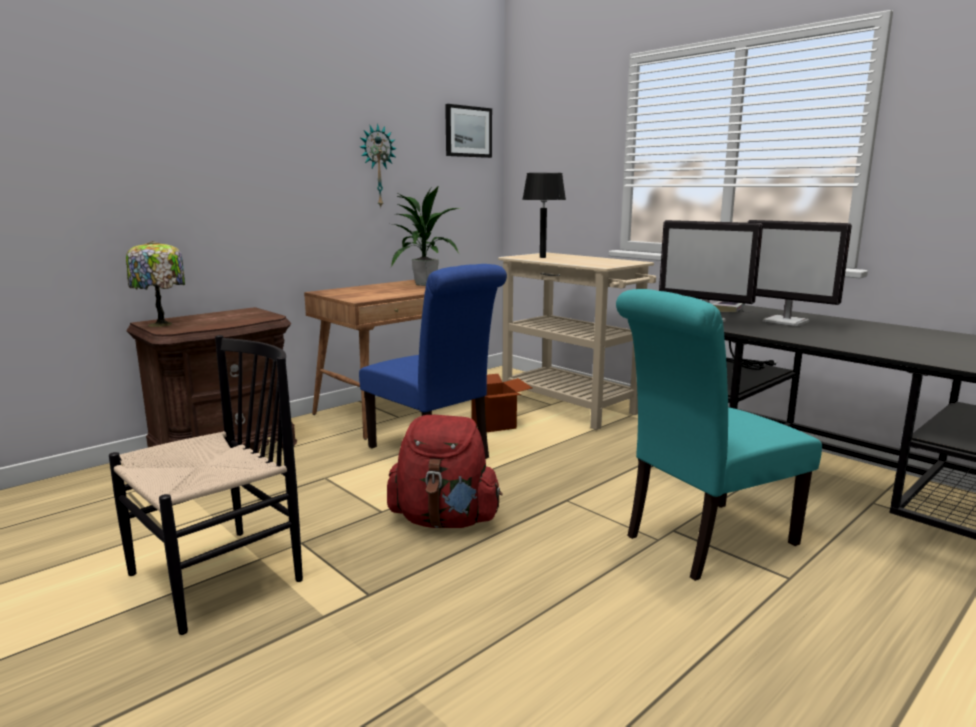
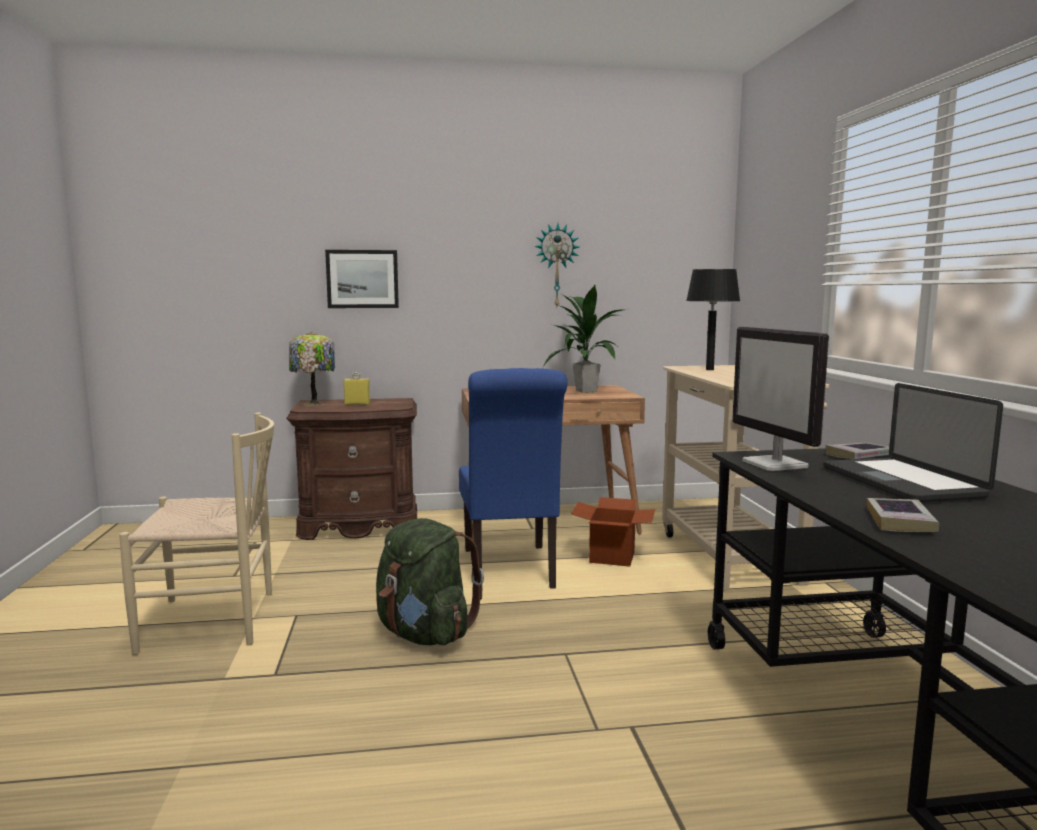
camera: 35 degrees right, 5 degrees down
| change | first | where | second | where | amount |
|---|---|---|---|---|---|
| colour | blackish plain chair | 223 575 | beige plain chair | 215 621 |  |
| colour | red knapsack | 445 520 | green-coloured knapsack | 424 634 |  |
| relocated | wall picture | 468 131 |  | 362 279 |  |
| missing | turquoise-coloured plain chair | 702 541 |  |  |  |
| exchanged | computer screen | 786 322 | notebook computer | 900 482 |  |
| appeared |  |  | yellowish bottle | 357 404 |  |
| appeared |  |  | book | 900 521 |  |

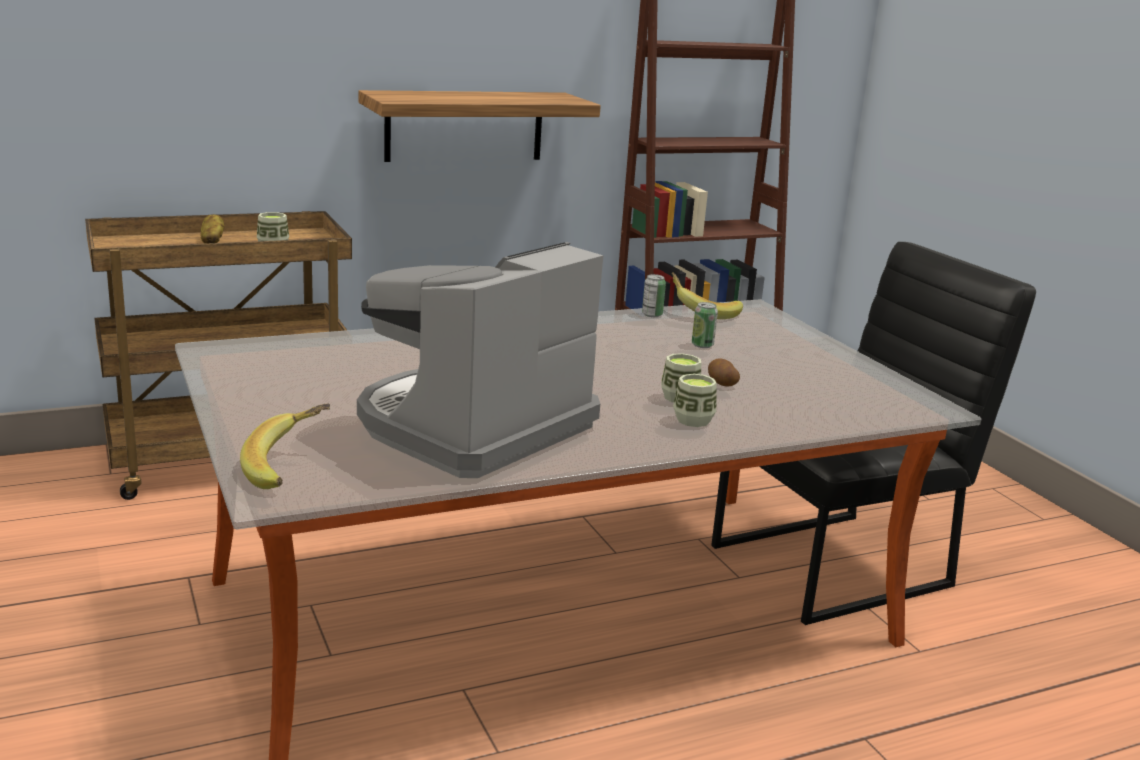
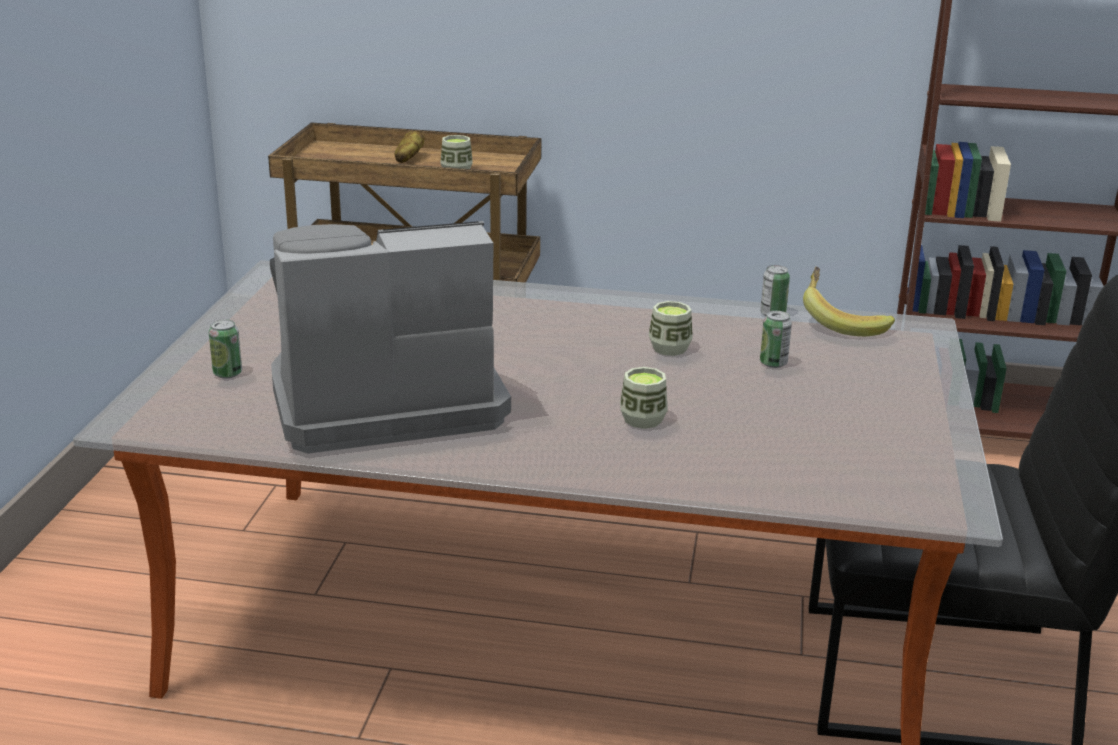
camera: 35 degrees right, 5 degrees up
| change | first | where | second | where | amount |
|---|---|---|---|---|---|
| missing | banana | 290 468 |  |  |  |
| missing | shelf | 464 126 |  |  |  |
| relocated | drinking cup | 693 420 |  | 669 348 |  |
| missing | spud | 721 383 |  |  |  |
| appeared |  |  | can | 227 373 |  |

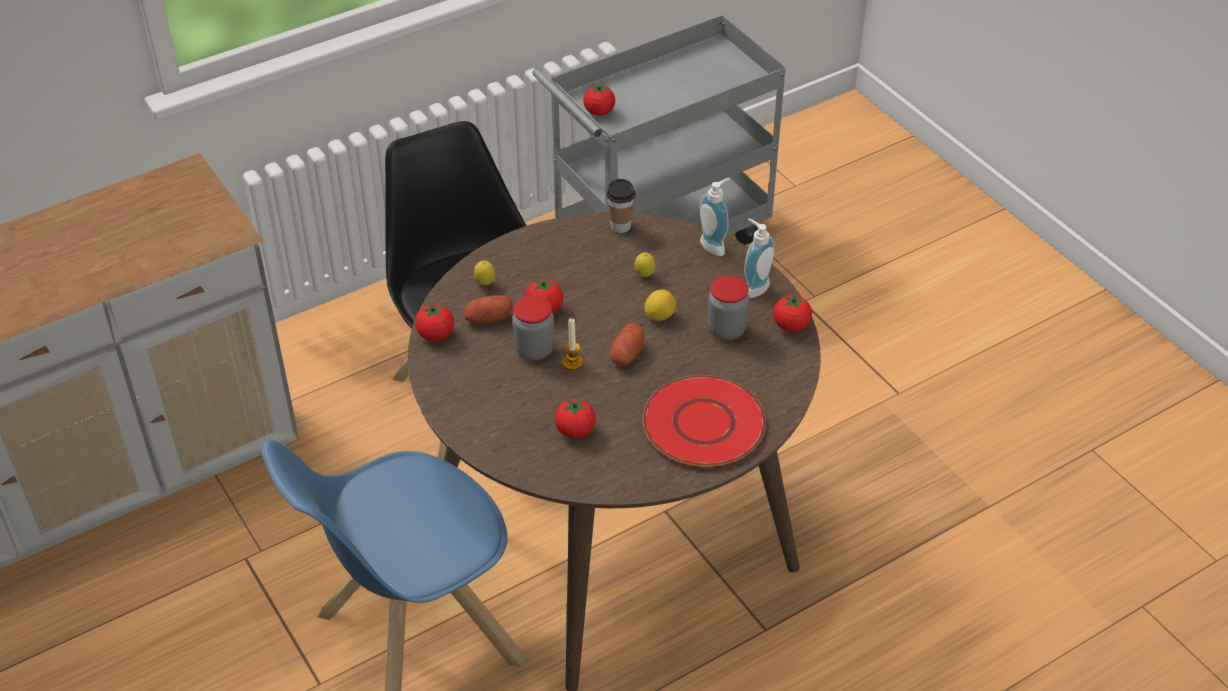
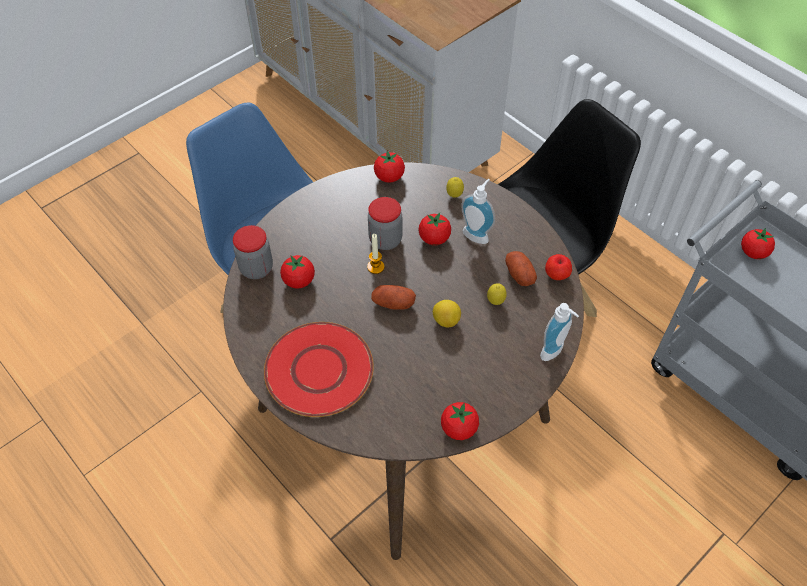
camera: 80 degrees right, 10 degrees up
| change | first | where | second | where | amount |
|---|---|---|---|---|---|
| relocated | spud | 488 318 |  | 519 274 |  |
| exchanged | drinking cup | 620 226 | apple fruit | 556 275 |  |
| relocated | storage jar | 726 329 |  | 256 268 |  |
| relocated | liquid soap bottle | 753 287 |  | 477 234 |  |

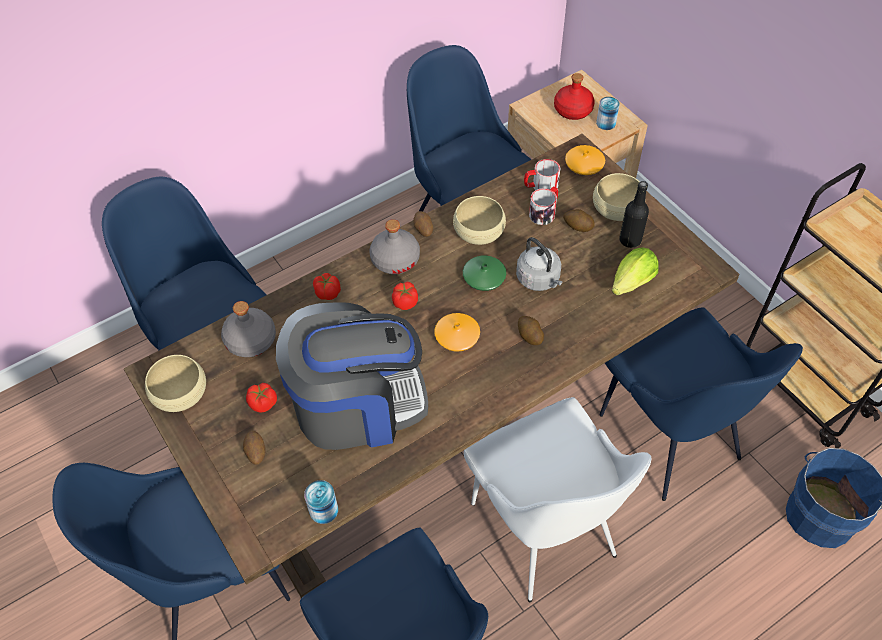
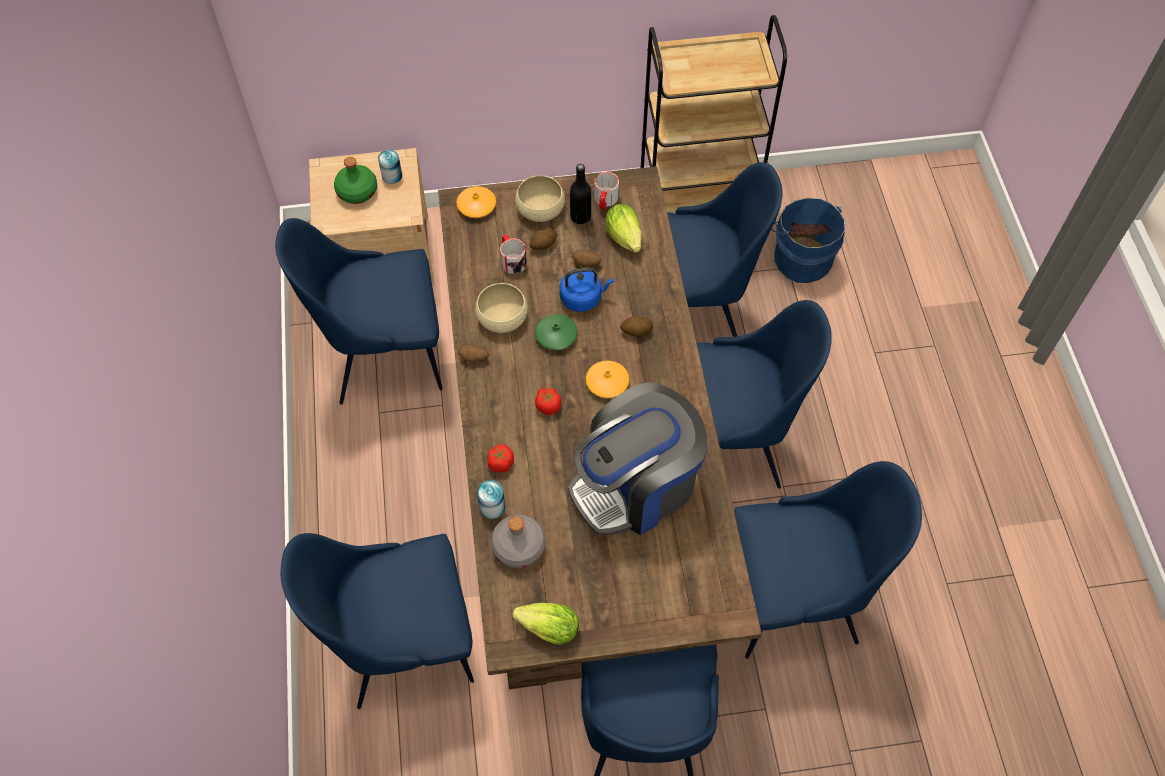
camera: 65 degrees left, 5 degrees up
| change | first | where | second | where | amount |
|---|---|---|---|---|---|
| exchanged | beige serving bowl | 179 393 | head of lettuce | 545 627 |  |
| relocated | spud | 256 453 |  | 586 263 |  |
| missing | whole tomato | 263 403 |  |  |  |
| spun | coffee brewer | 357 404 |  | 636 486 | 135 degrees counterclockwise |
| relocated | can | 323 510 |  | 492 507 |  |
| missing | grey bottle | 395 259 |  |  |  |
| colour | whitish plain chair | 544 530 | bluish plain chair | 724 447 |  |
| colour | grey kettle | 539 280 | bluish kettle | 583 298 |  |
| relocated | tea mug | 540 186 |  | 605 200 |  |
| colour | red bottle | 573 110 | green-coloured bottle | 357 191 |  |

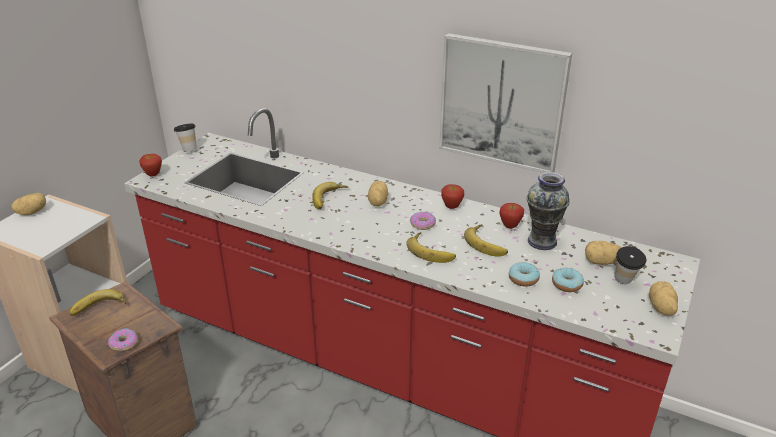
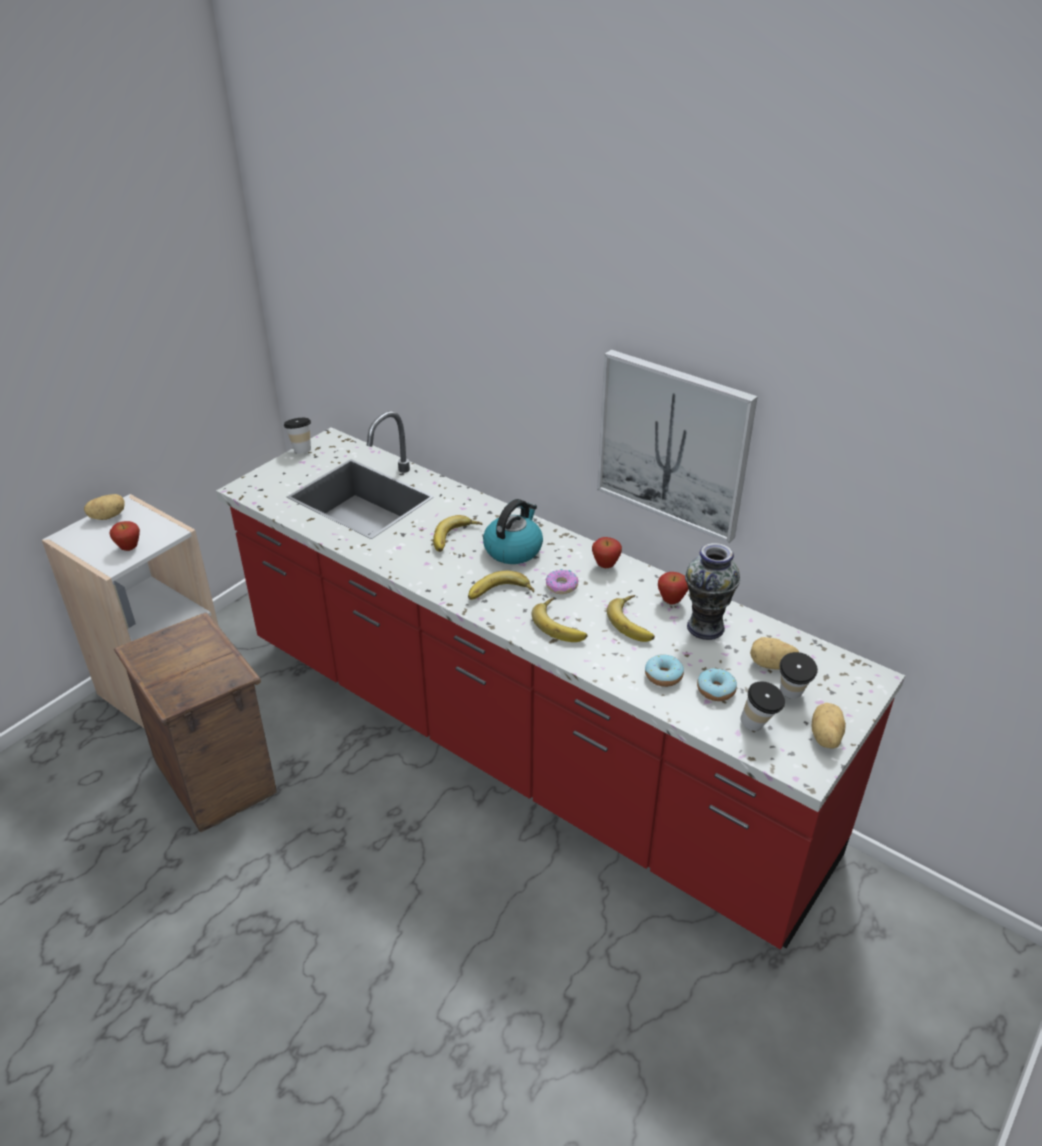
camera: 10 degrees right, 5 degrees up
| change | first | where | second | where | amount |
|---|---|---|---|---|---|
| relocated | banana | 99 308 |  | 500 594 |  |
| missing | ring doughnut | 124 343 |  |  |  |
| relocated | apple fruit | 153 175 |  | 129 548 |  |
| exchanged | spud | 377 202 | kettle | 513 549 |  |
| appeared |  |  | drinking cup | 758 726 |  |

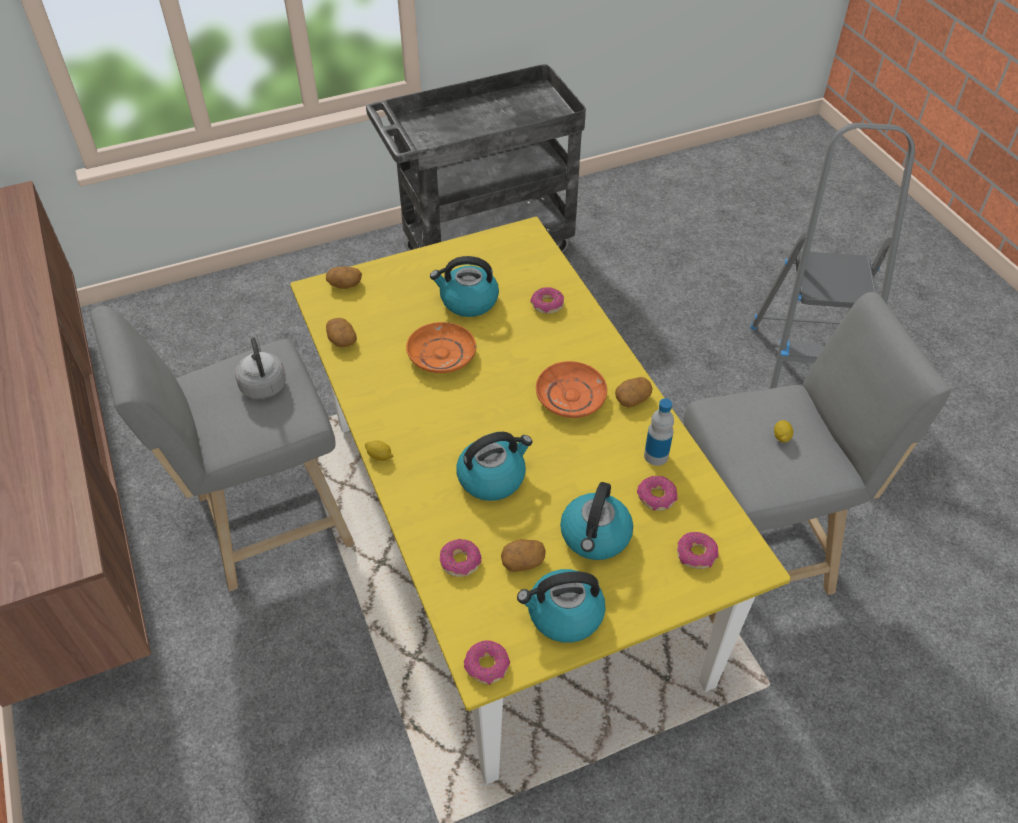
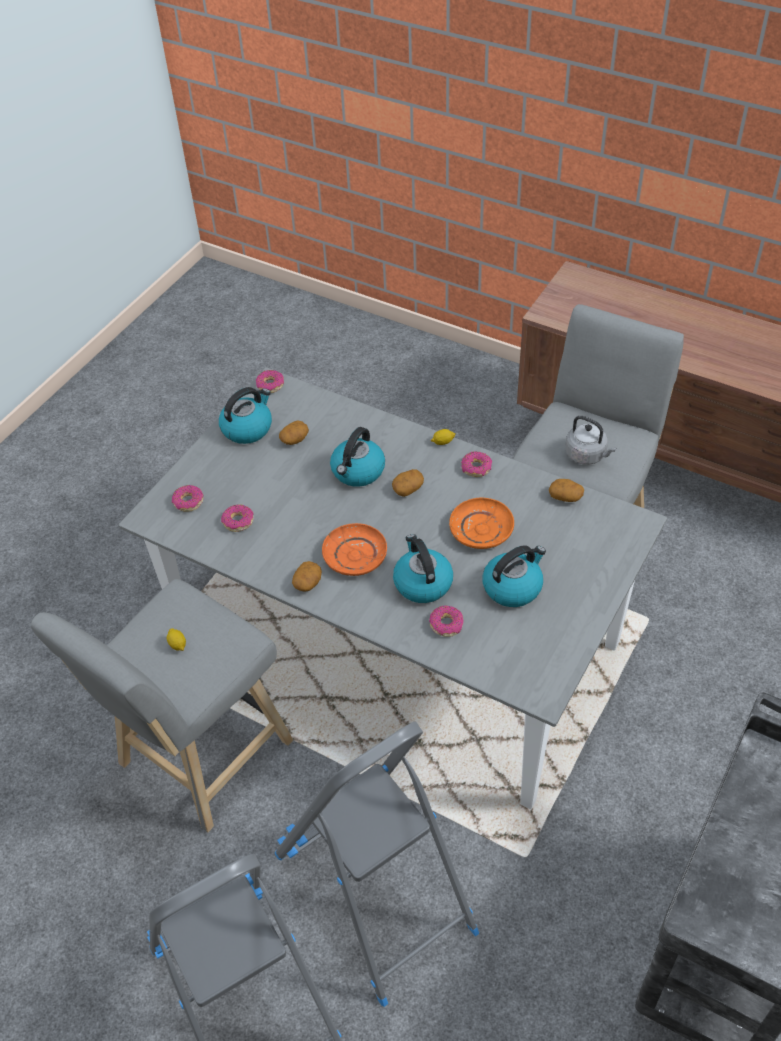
camera: 145 degrees right, 0 degrees up
| change | first | where | second | where | amount |
|---|---|---|---|---|---|
| colour | yellowish dinner table | 507 543 | grey dinner table | 398 640 |  |
| relocated | spud | 344 284 |  | 408 488 |  |
| relocated | ring doughnut | 460 561 |  | 476 468 |  |
| relocated | kettle | 595 536 |  | 422 583 |  |
| missing | bottle | 656 456 |  |  |  |
| appeared |  |  | grey step ladder | 372 889 |  |

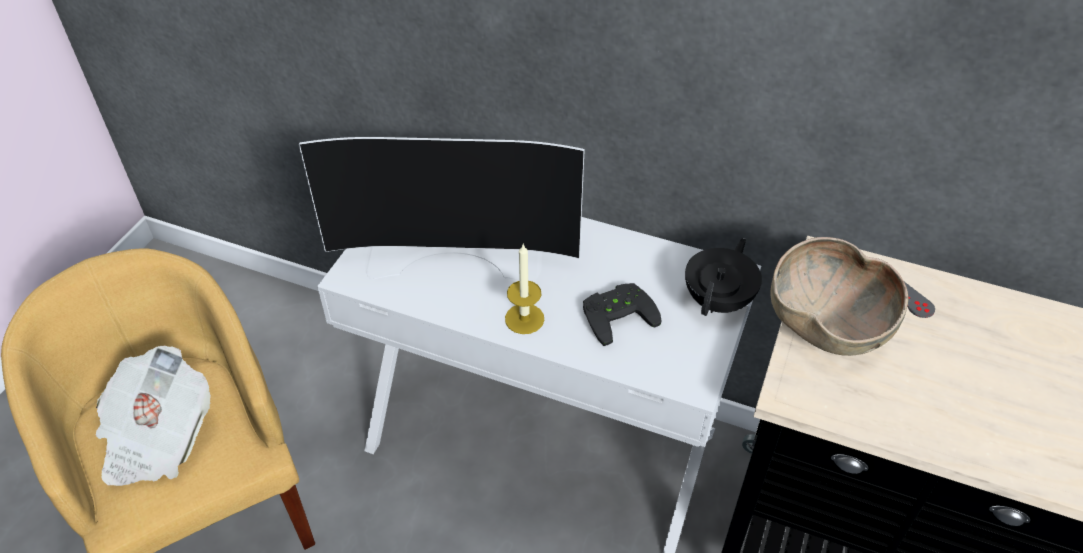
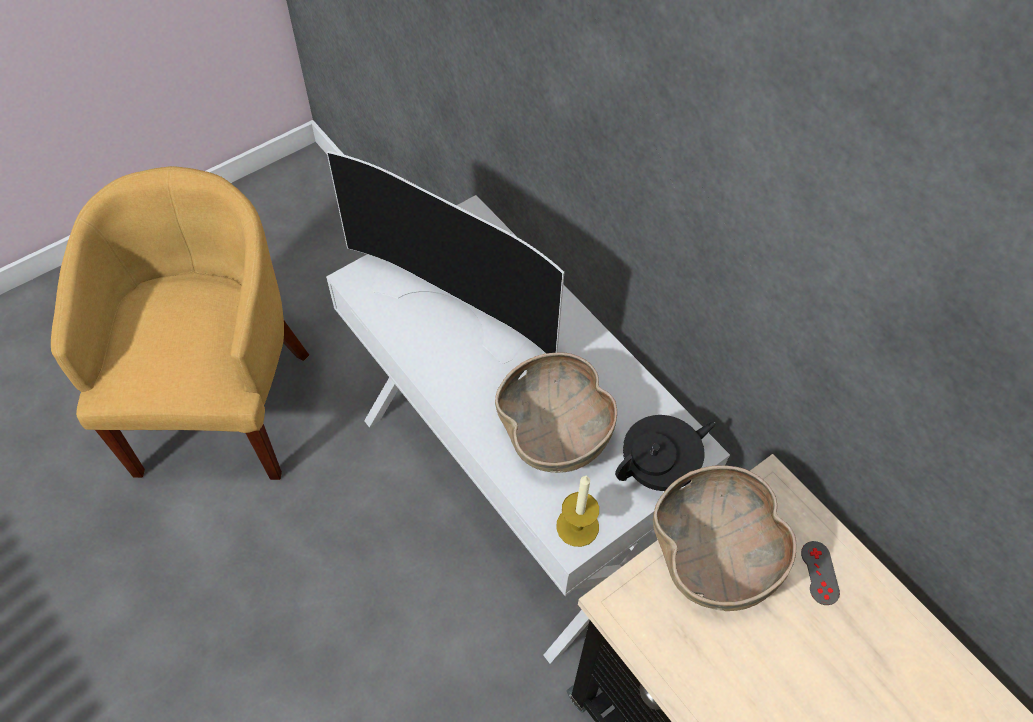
camera: 30 degrees right, 10 degrees up
| change | first | where | second | where | amount |
|---|---|---|---|---|---|
| missing | printed paper | 157 437 |  |  |  |
| relocated | candle | 524 319 |  | 577 526 |  |
| exchanged | blackish gamepad | 617 313 | brown serving bowl | 555 432 |  |

